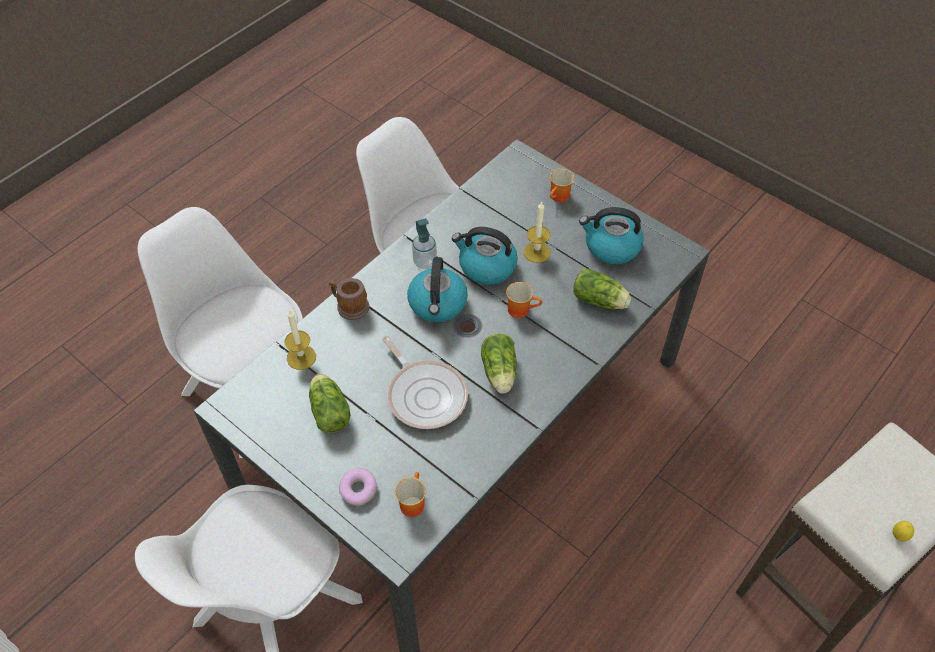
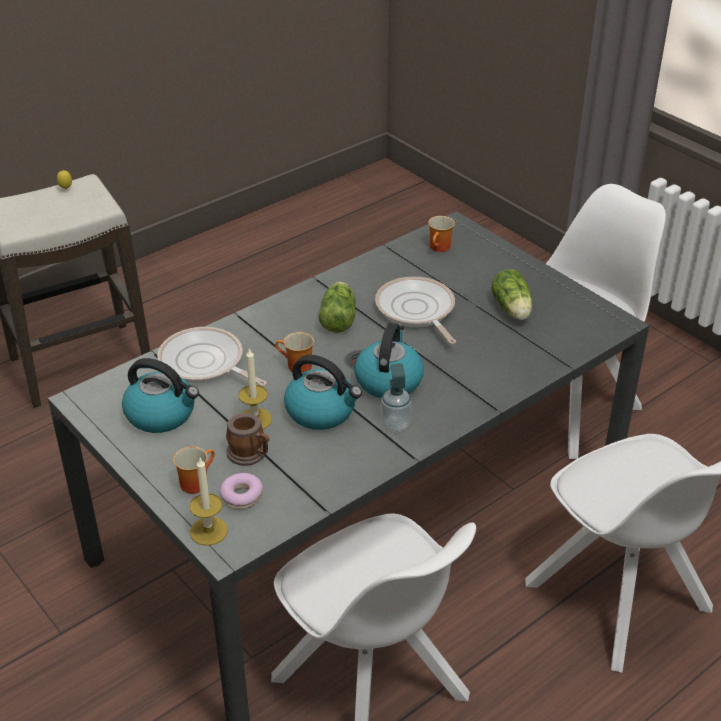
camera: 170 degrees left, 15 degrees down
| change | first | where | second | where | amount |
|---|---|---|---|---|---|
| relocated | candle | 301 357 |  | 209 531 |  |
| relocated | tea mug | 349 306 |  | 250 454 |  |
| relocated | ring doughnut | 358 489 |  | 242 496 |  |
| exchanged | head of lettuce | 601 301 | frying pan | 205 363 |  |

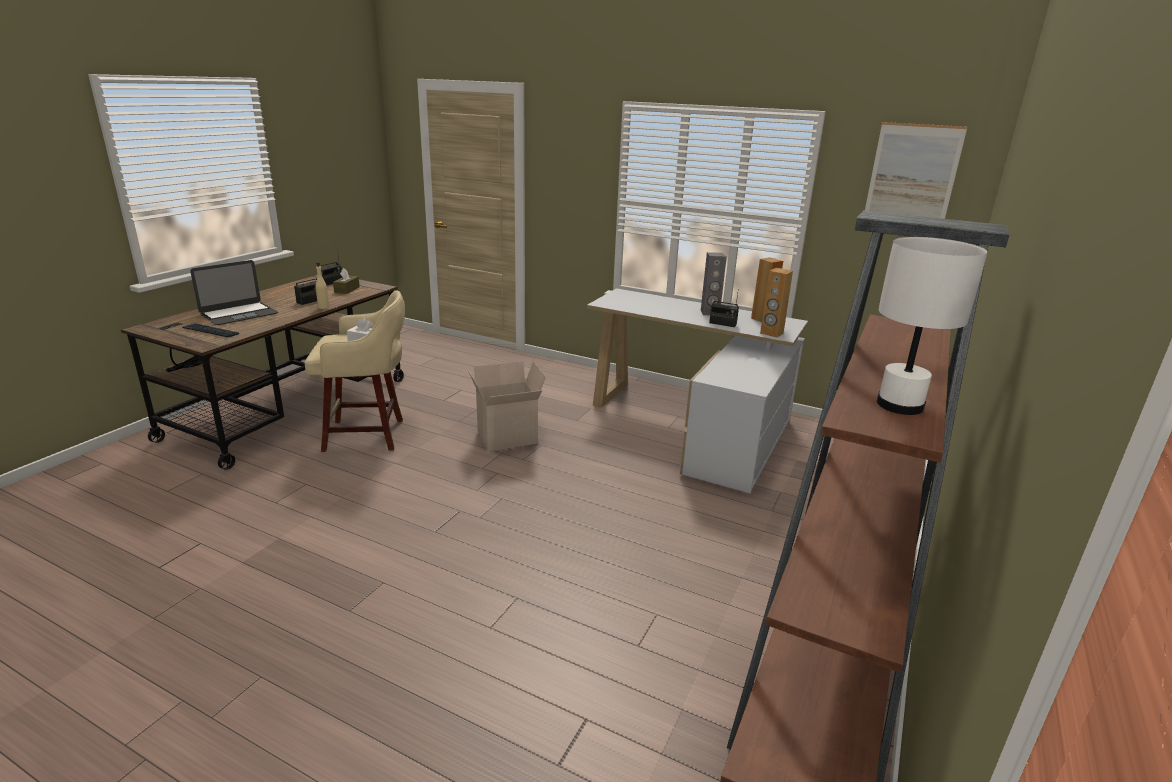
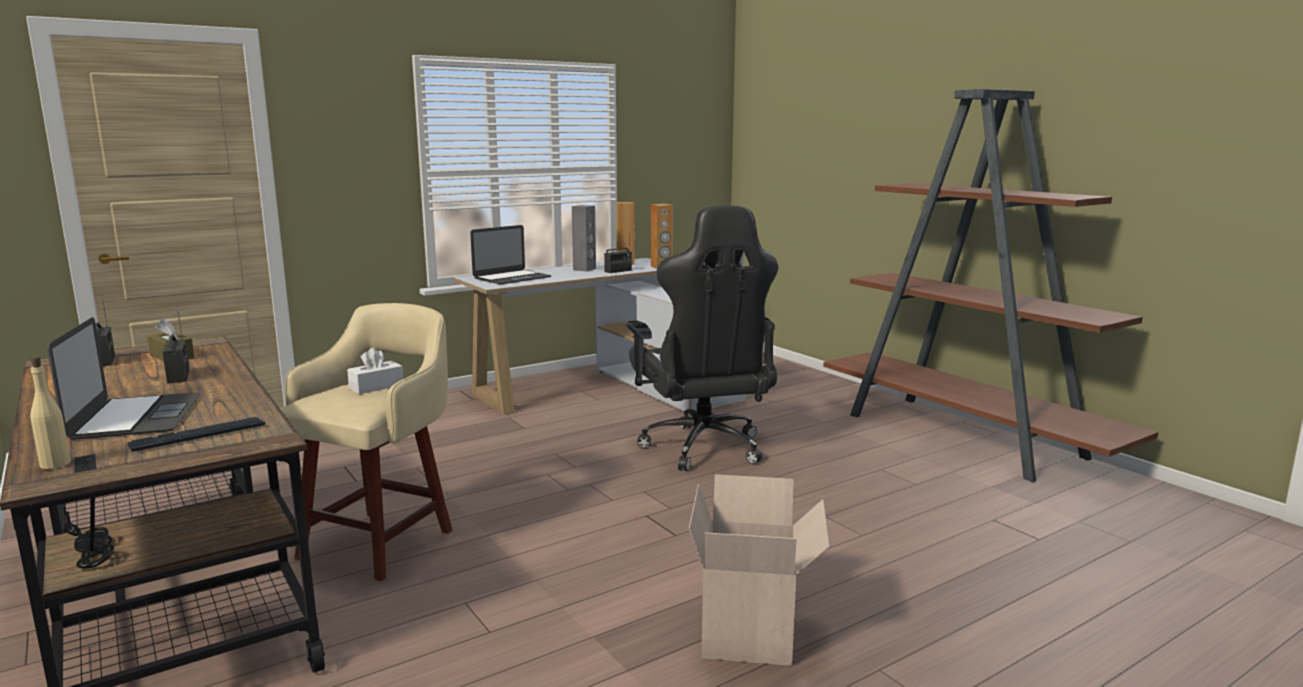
camera: 60 degrees left, 10 degrees down
| change | first | where | second | where | amount |
|---|---|---|---|---|---|
| relocated | beige bottle | 323 307 |  | 55 464 |  |
| relocated | packing box | 506 438 |  | 752 633 |  |
| missing | wall picture | 912 178 |  |  |  |
| missing | whitish tabletop lamp | 898 405 |  |  |  |
| appeared |  |  | notebook computer | 512 277 |  |
| appeared |  |  | blackish office chair | 700 445 |  |

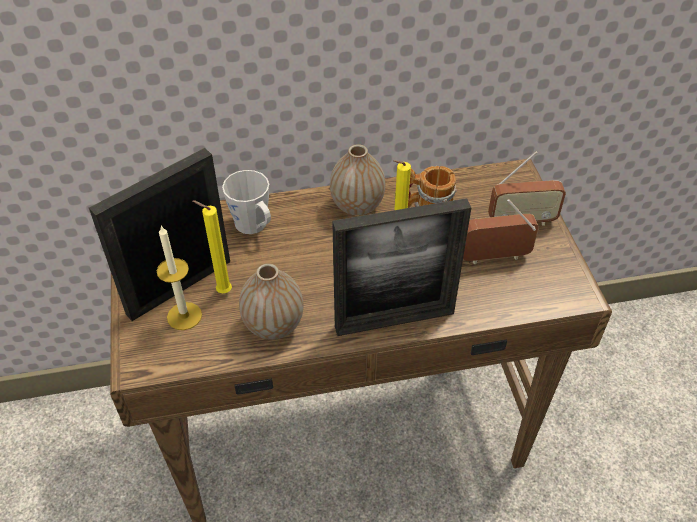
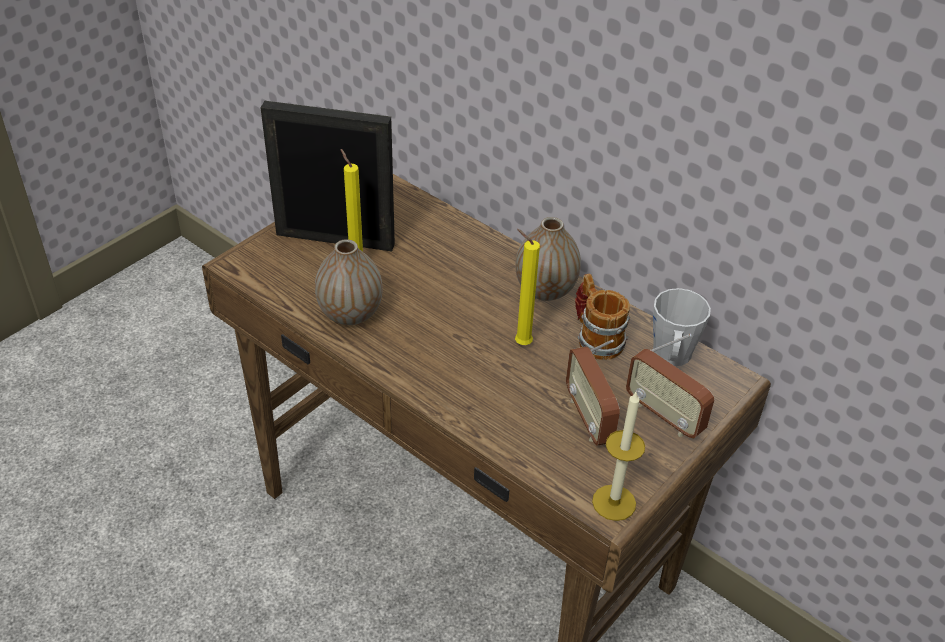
camera: 50 degrees right, 5 degrees down
| change | first | where | second | where | amount |
|---|---|---|---|---|---|
| relocated | candle | 184 316 |  | 614 502 |  |
| relocated | grey tea mug | 254 226 |  | 671 358 |  |
| missing | photo frame | 394 320 |  |  |  |
| spun | radio receiver | 494 257 |  | 589 418 | 150 degrees counterclockwise |

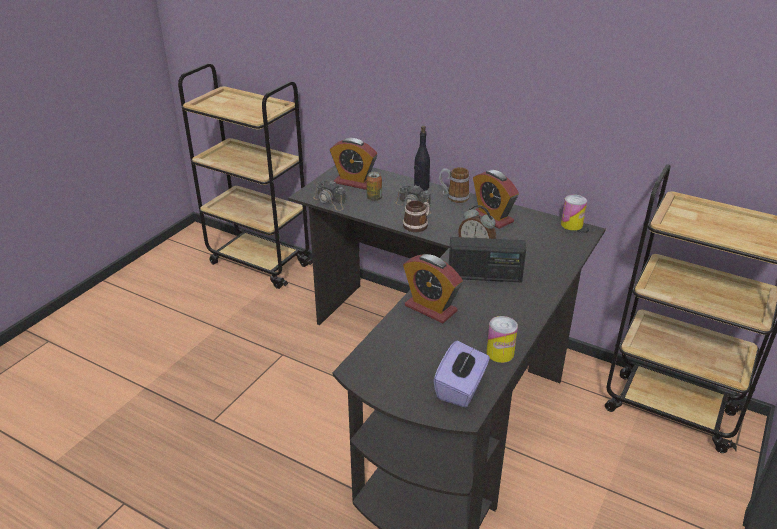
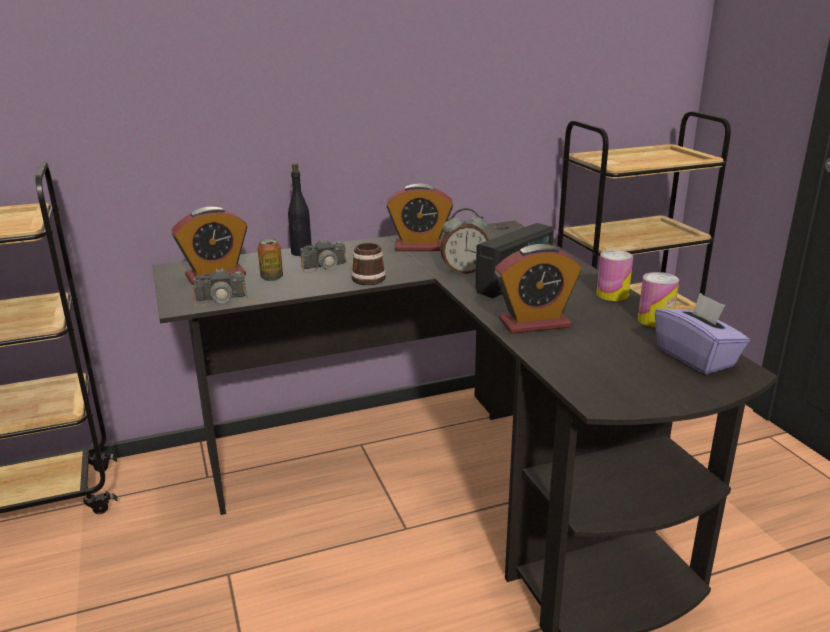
camera: 50 degrees left, 10 degrees down
| change | first | where | second | where | amount |
|---|---|---|---|---|---|
| missing | tea mug | 453 197 |  |  |  |
| relocated | can | 571 225 |  | 612 295 |  |

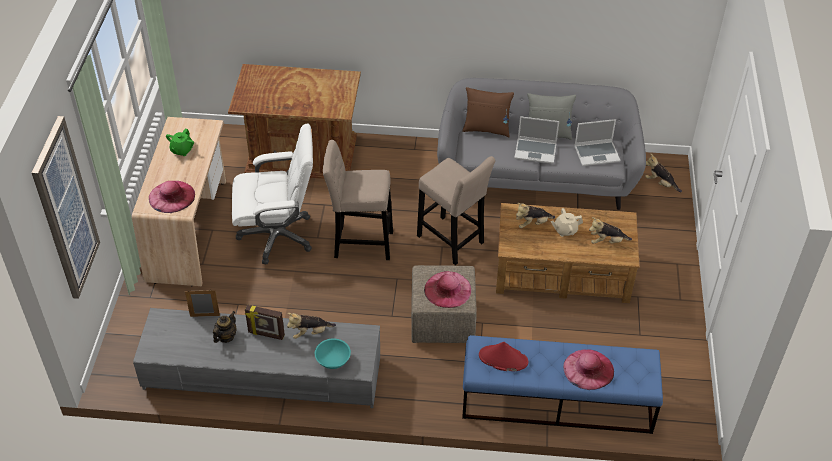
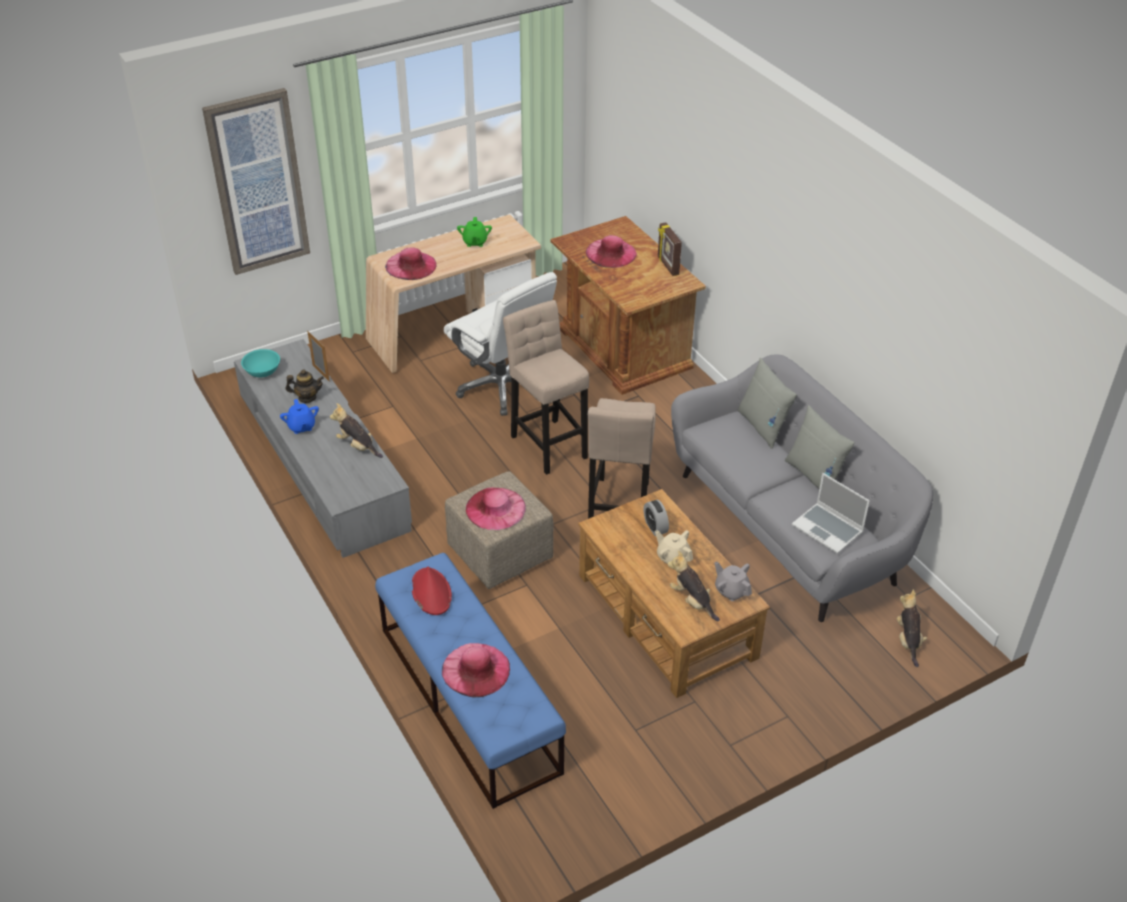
camera: 55 degrees right, 5 degrees down
| change | first | where | second | where | amount |
|---|---|---|---|---|---|
| spun | green-coloured teapot | 182 150 |  | 475 242 | 75 degrees counterclockwise |
| relocated | photo frame | 266 334 |  | 667 266 |  |
| relocated | turquoise-coloured serving bowl | 333 360 |  | 262 372 |  |
| colour | brown pillow | 486 130 | grey pillow | 762 427 |  |
| missing | notebook computer | 536 151 |  |  |  |
| exchanged | plush toy | 532 224 | table clock | 655 527 |  |
| appeared |  |  | bluish teapot | 301 427 |  |
| appeared |  |  | pink-coloured hat | 611 253 |  |
| appeared |  |  | grey teapot | 731 591 |  |

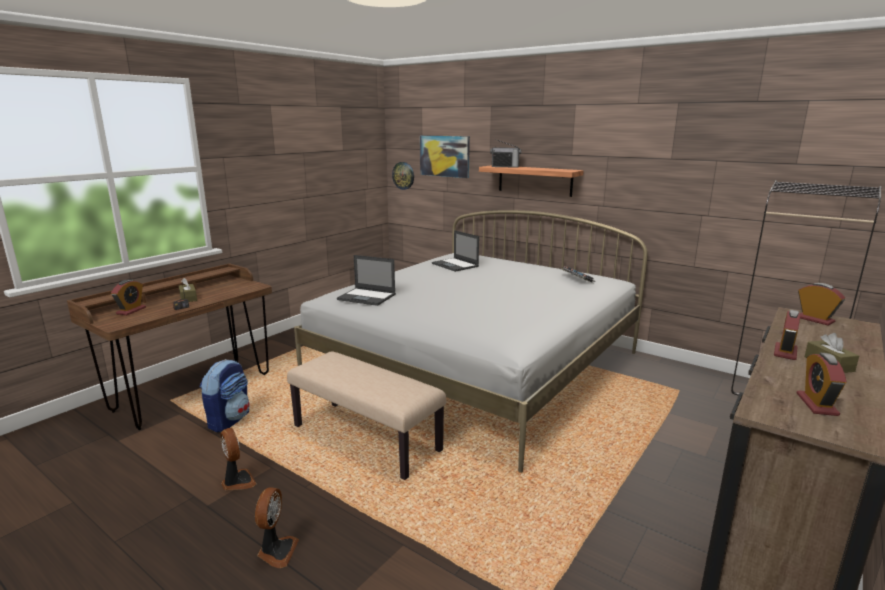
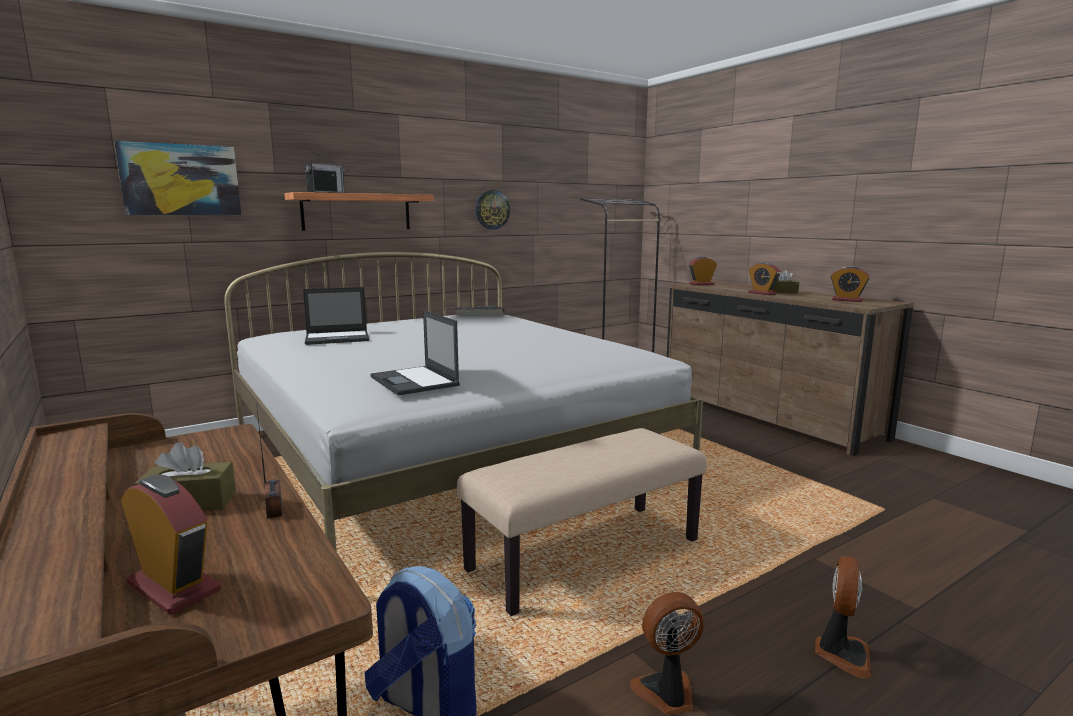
camera: 70 degrees left, 5 degrees down
| change | first | where | second | where | amount |
|---|---|---|---|---|---|
| spun | cooling fan | 276 551 |  | 841 654 | 90 degrees clockwise |
| spun | notebook computer | 367 297 |  | 415 381 | 105 degrees clockwise |
| relocated | wall clock | 403 175 |  | 492 209 |  |

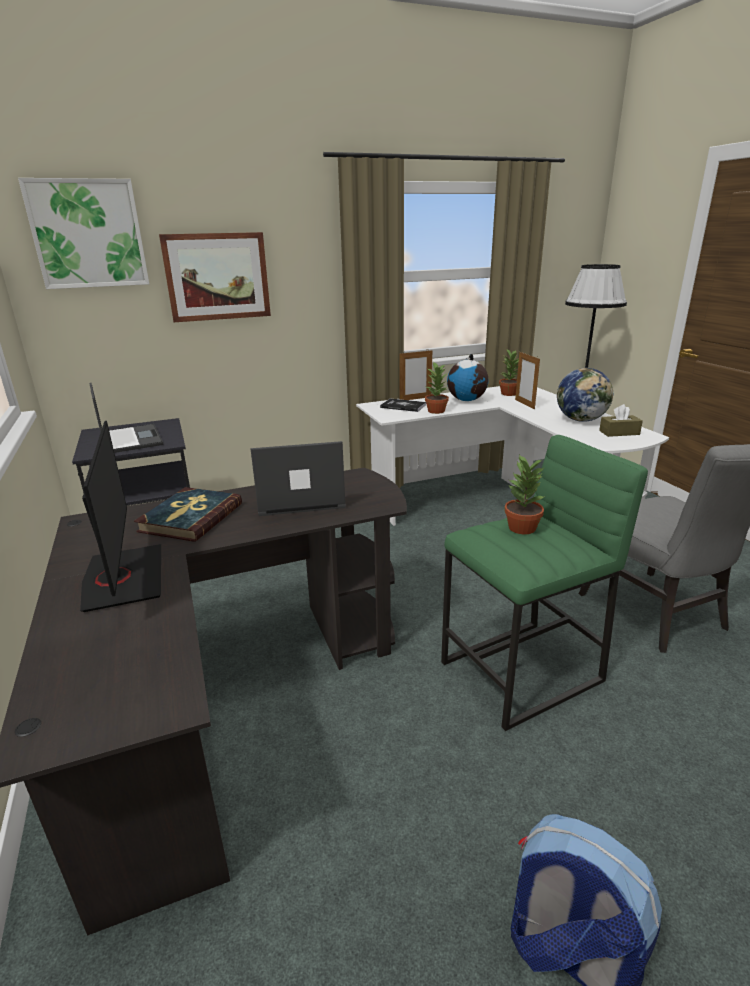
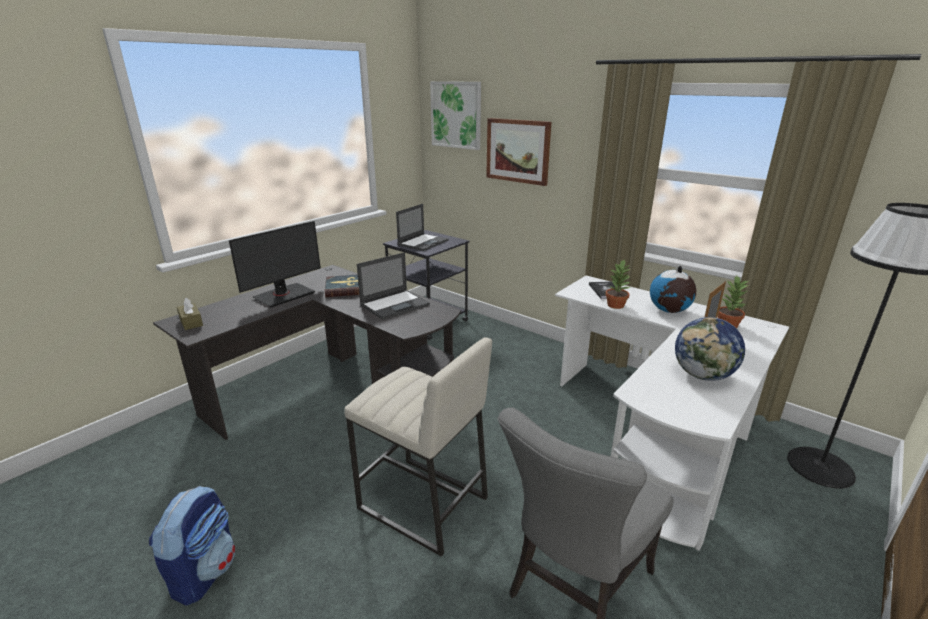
camera: 60 degrees right, 0 degrees up
| change | first | where | second | where | amount |
|---|---|---|---|---|---|
| spun | notebook computer | 299 498 |  | 395 304 | 90 degrees clockwise |
| missing | photo frame | 415 399 |  |  |  |
| colour | green-coloured stool | 521 671 | beige stool | 423 503 |  |
| missing | plant in a pot | 521 527 |  |  |  |
| relocated | brown tissue box | 619 432 |  | 191 322 |  |

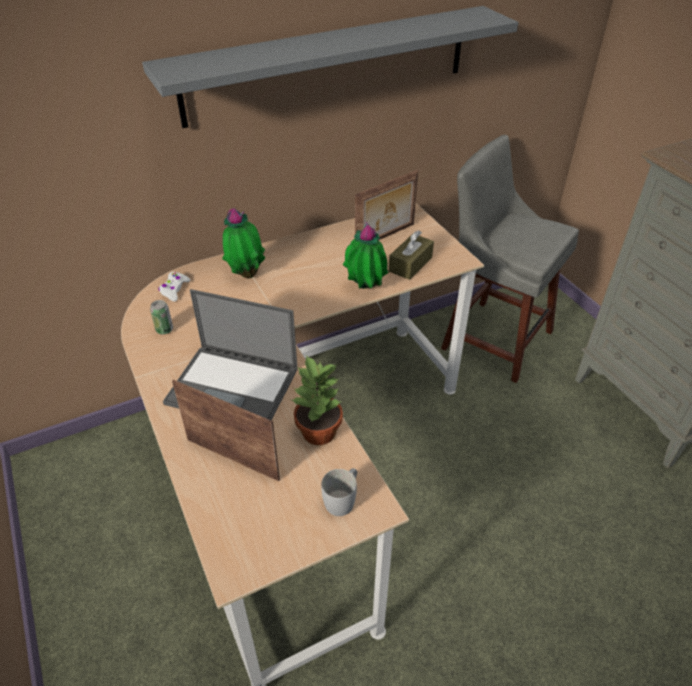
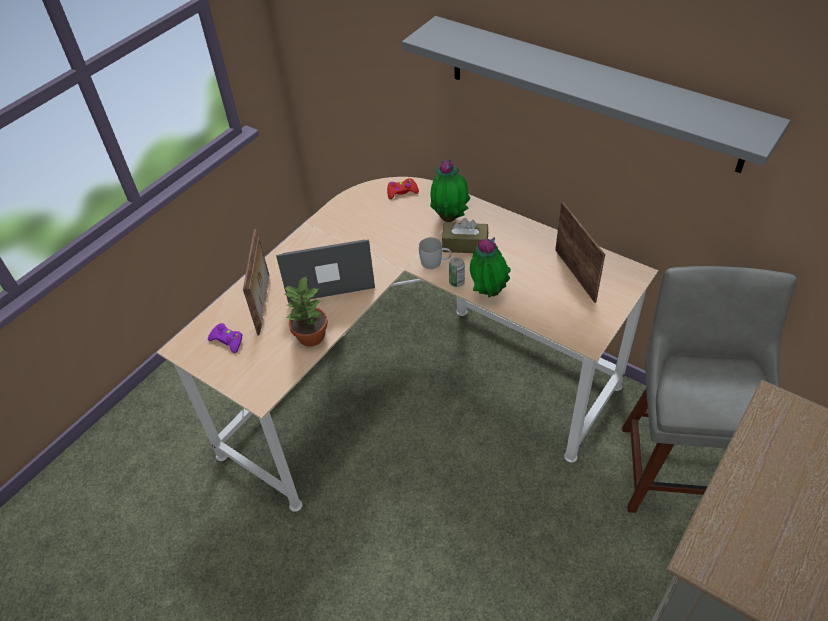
camera: 65 degrees right, 5 degrees up
| change | first | where | second | where | amount |
|---|---|---|---|---|---|
| relocated | can | 164 330 |  | 457 282 |  |
| colour | whitish gamepad | 174 290 | red gamepad | 402 192 |  |
| spun | notebook computer | 234 386 |  | 326 272 | 90 degrees clockwise |
| relocated | whitish tea mug | 343 499 |  | 435 262 |  |
| spun | photo frame | 385 237 |  | 576 274 | 135 degrees counterclockwise |
| relocated | brown tissue box | 410 264 |  | 465 245 |  |
| appeared |  |  | purple gamepad | 227 340 |  |

